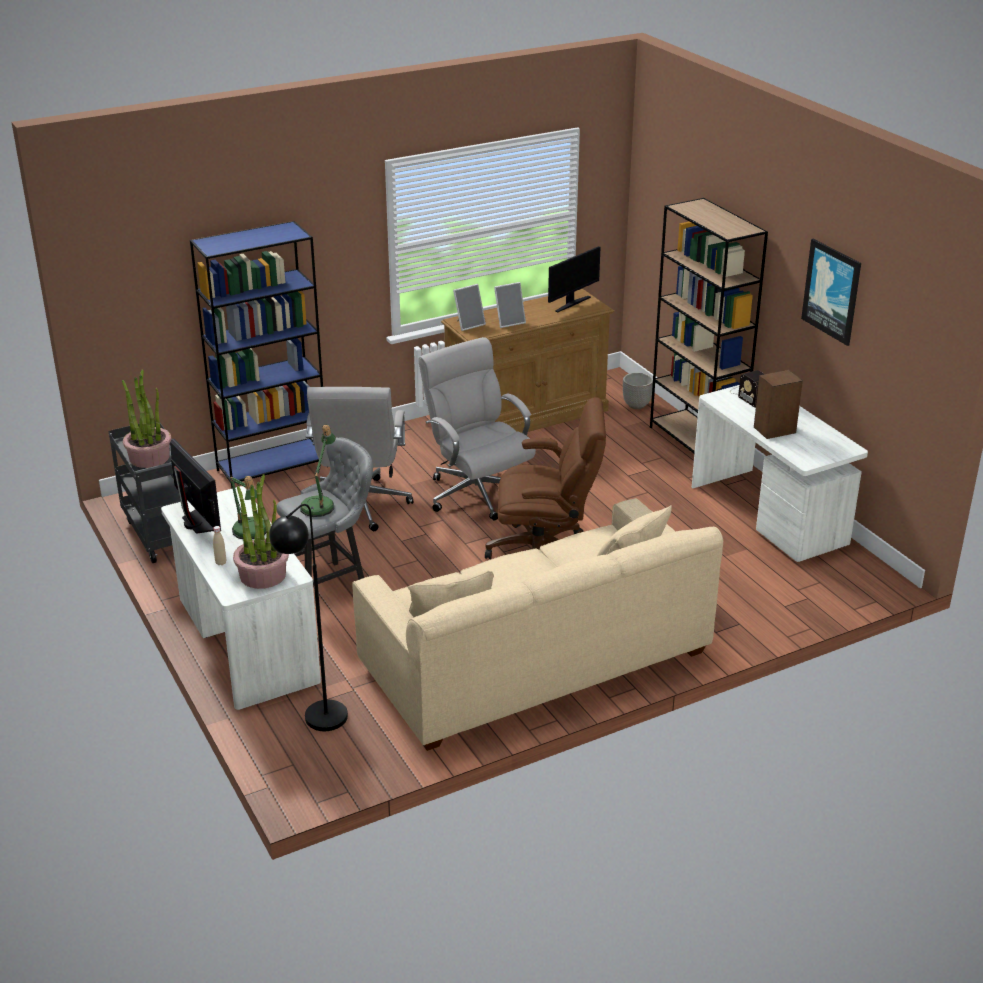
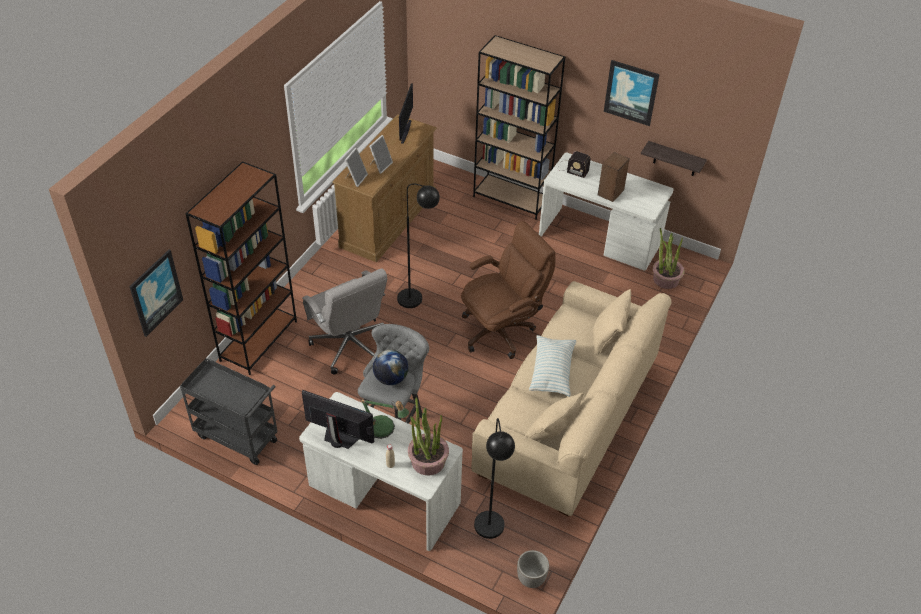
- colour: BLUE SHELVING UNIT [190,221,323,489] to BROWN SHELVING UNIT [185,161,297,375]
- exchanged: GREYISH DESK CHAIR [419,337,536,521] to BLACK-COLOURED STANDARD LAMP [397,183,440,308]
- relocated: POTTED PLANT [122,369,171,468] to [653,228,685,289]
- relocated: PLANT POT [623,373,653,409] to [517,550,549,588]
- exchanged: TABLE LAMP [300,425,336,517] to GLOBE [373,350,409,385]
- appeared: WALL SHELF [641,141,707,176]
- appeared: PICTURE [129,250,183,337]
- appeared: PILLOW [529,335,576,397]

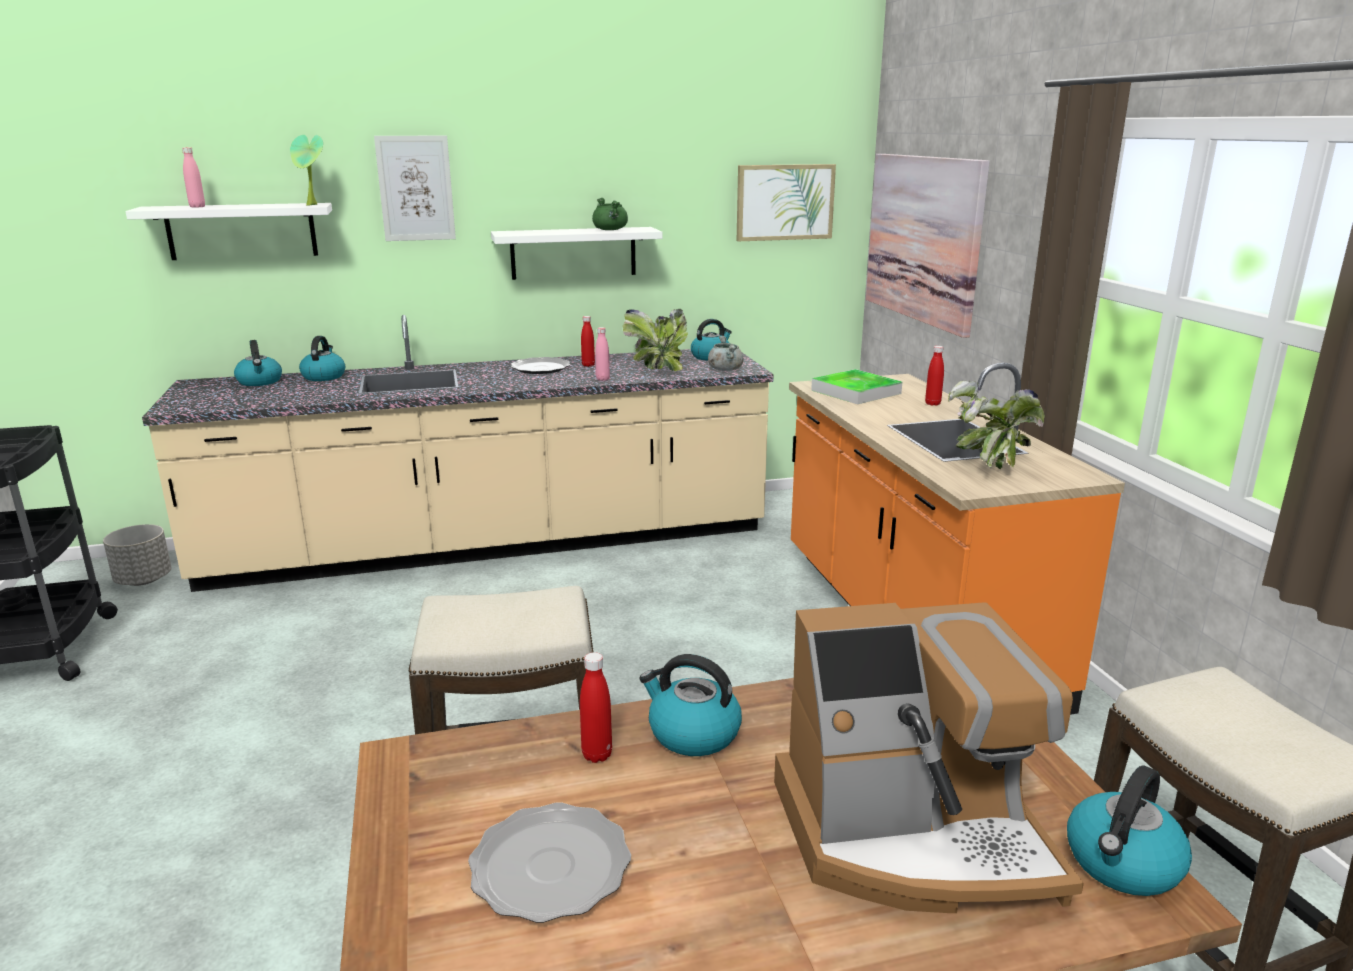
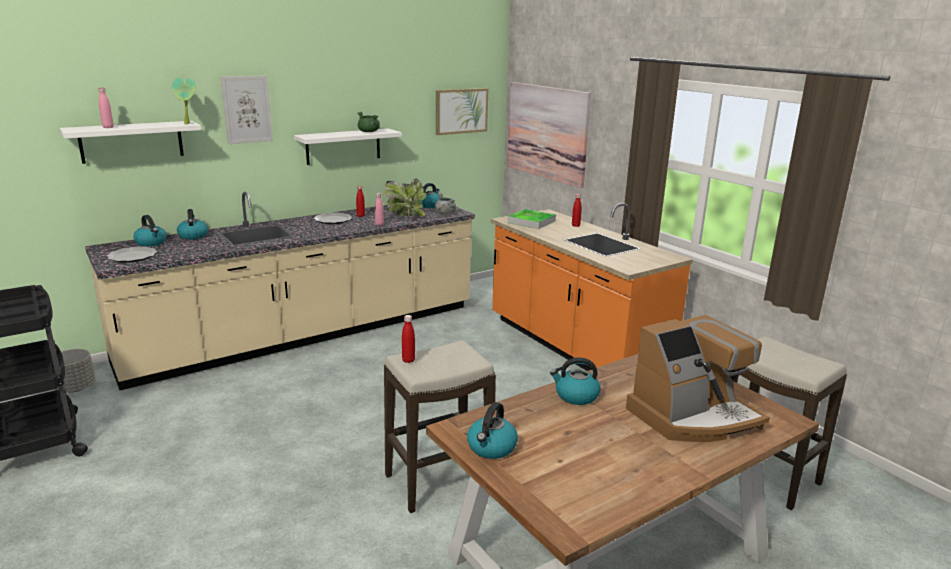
- missing: POTTED PLANT [948,380,1045,470]
- relocated: RED DRINK BOTTLE [580,652,612,763] to [402,315,415,363]
- relocated: TEA KETTLE [1067,765,1192,896] to [467,402,518,459]
- relocated: PLATE [468,803,631,923] to [107,247,157,263]

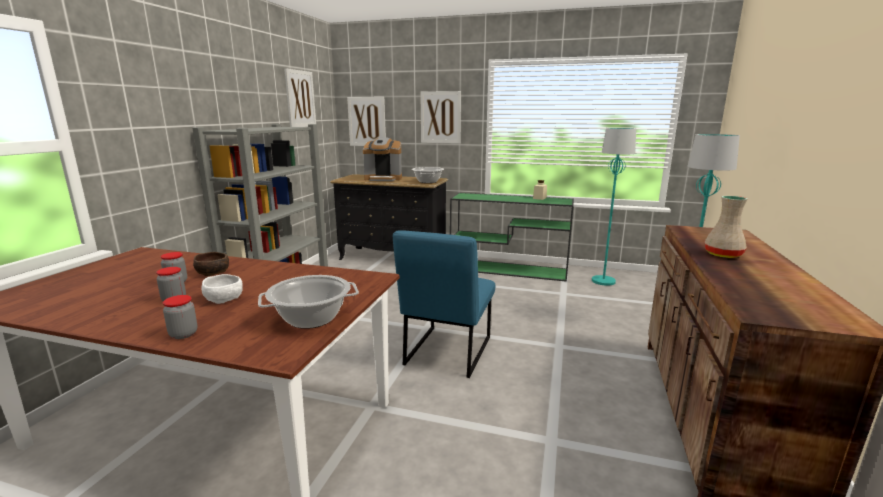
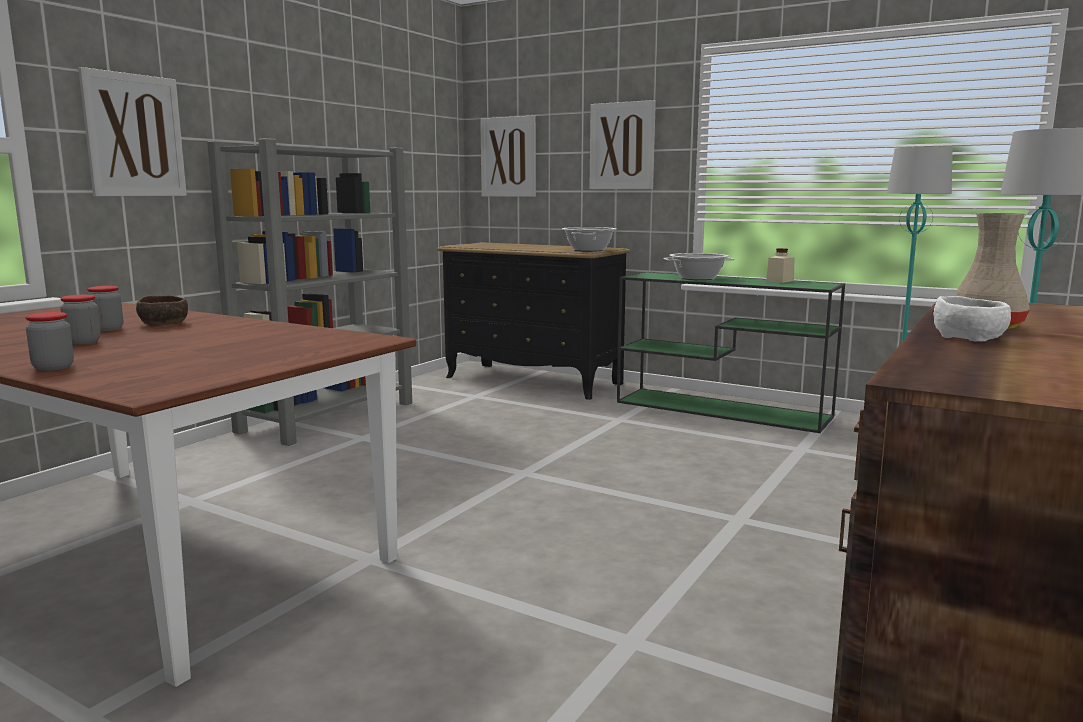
- relocated: PICTURE [284,68,316,127] to [78,67,187,196]
- missing: COFFEE MAKER [363,137,402,181]
- missing: BLUE CHAIR [393,230,495,378]
- relocated: WHITISH SERVING BOWL [202,274,243,304] to [933,296,1011,342]
- relocated: SAUCEPOT [258,275,359,329] to [663,253,735,280]

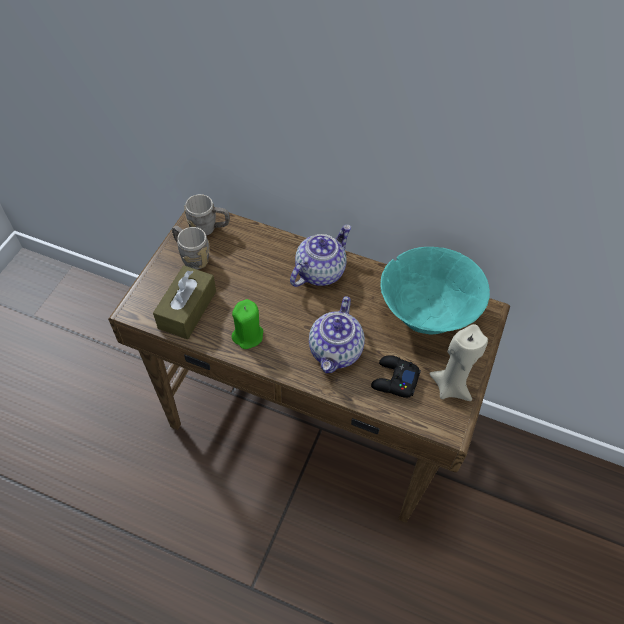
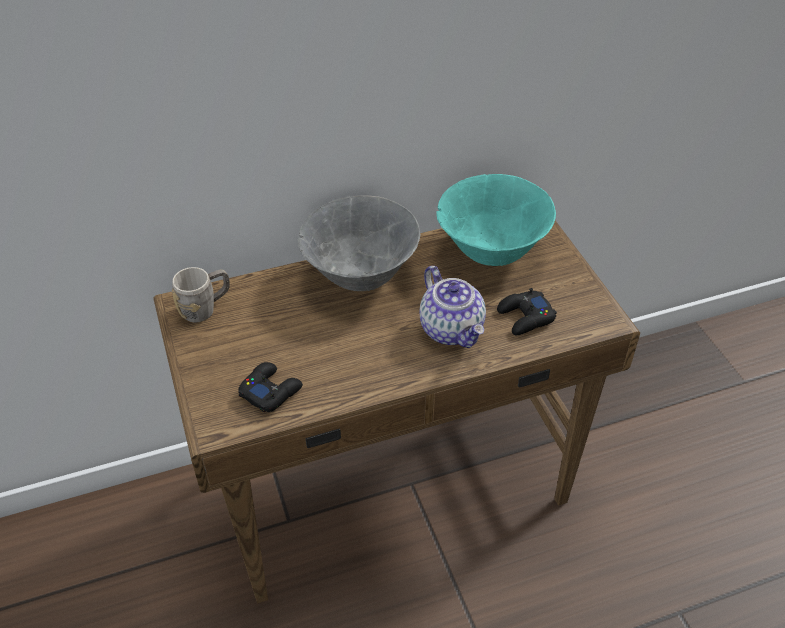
- exchanged: TEA POT [290,225,351,287] to GREYISH SERVING BOWL [298,195,420,291]
- missing: GREYISH TEA MUG [172,226,210,270]
- exchanged: BROWN BOX OF TISSUES [153,265,216,339] to BLACK-COLOURED GAME CONTROLLER [238,362,303,413]
- missing: GREEN CANDLE [231,299,263,349]
- missing: BEIGE CANDLE [430,324,488,401]

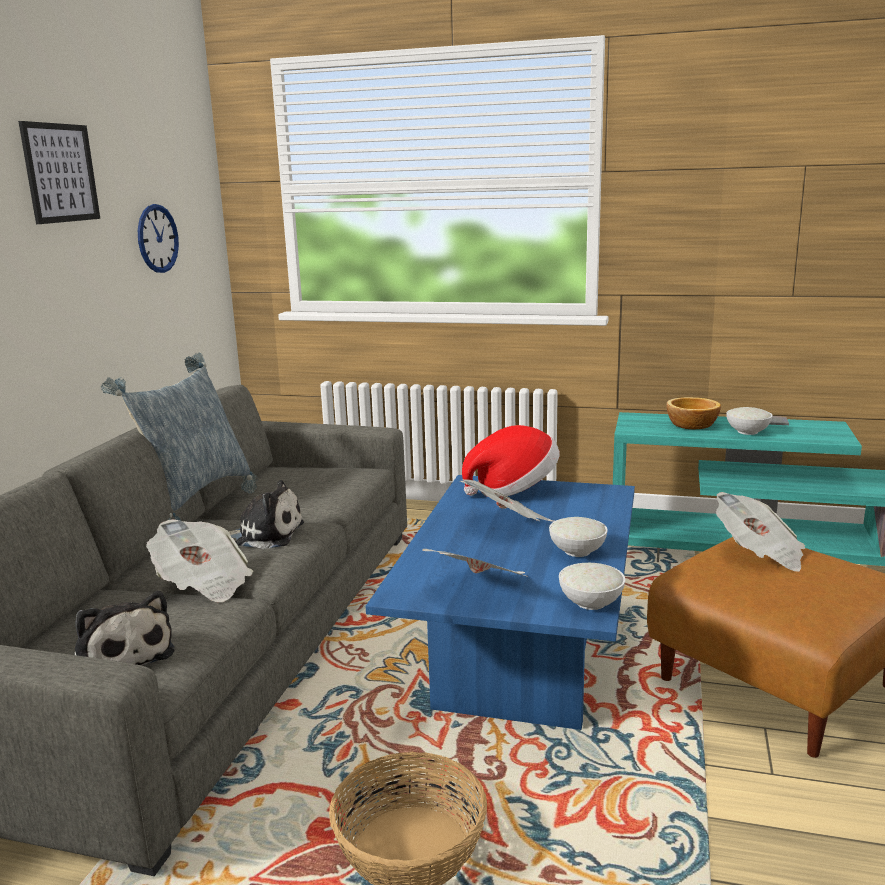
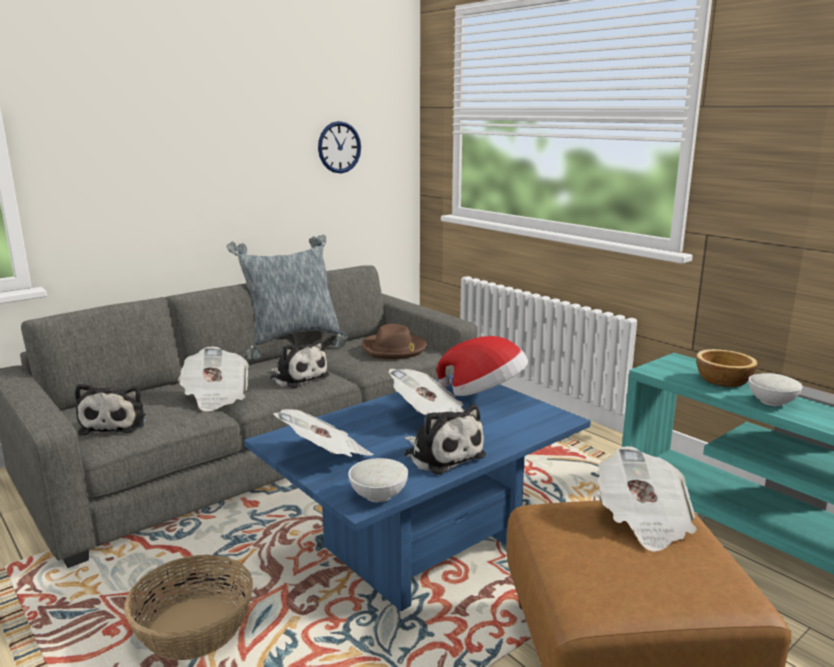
- missing: PICTURE [18,121,100,224]
- exchanged: WHITISH SERVING BOWL [549,517,608,557] to PLUSH TOY [405,404,486,475]
- appeared: BROWN WEARABLE HAT [362,324,427,359]

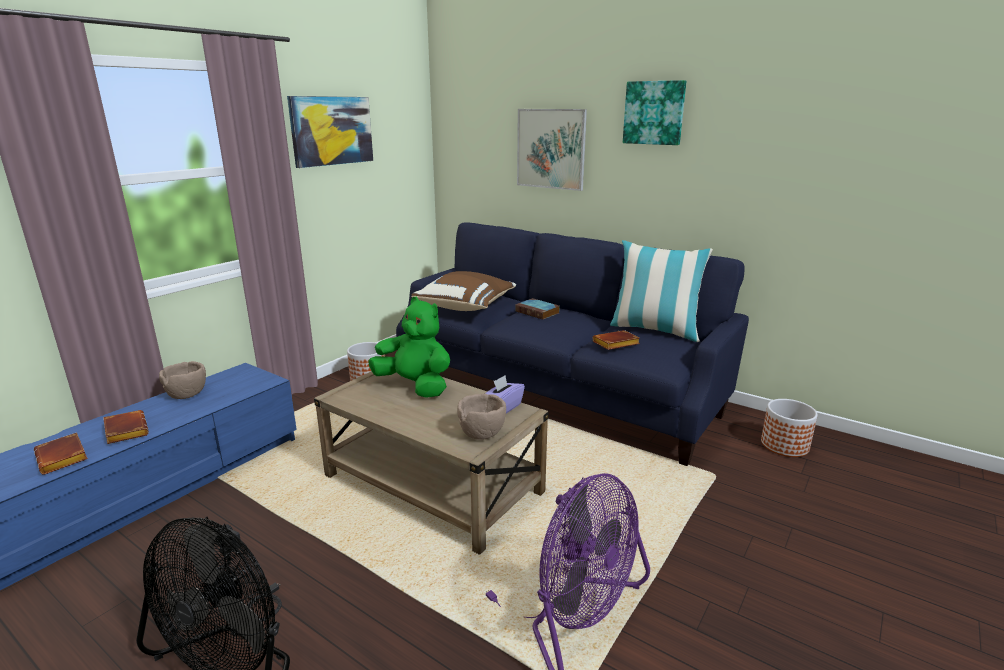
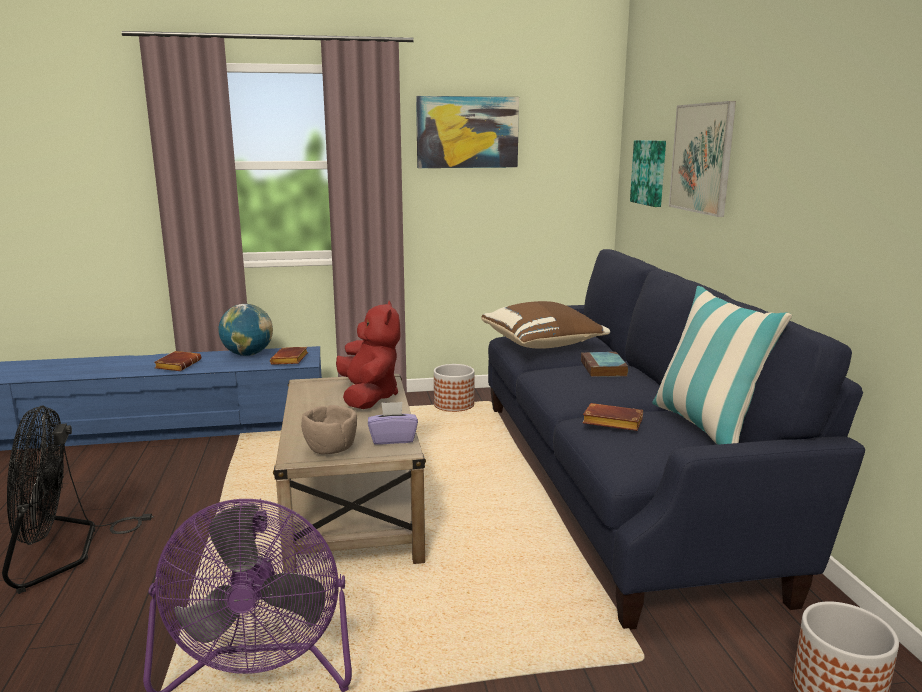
- relocated: PICTURE [623,80,686,145] to [630,140,666,207]
- colour: GREEN PLUSH TOY [368,297,450,398] to RED PLUSH TOY [336,301,400,409]
- exchanged: BROWN SERVING BOWL [159,361,206,399] to GLOBE [219,304,273,356]
- relocated: BROWN BOUND BOOK [34,432,88,475] to [270,347,308,365]

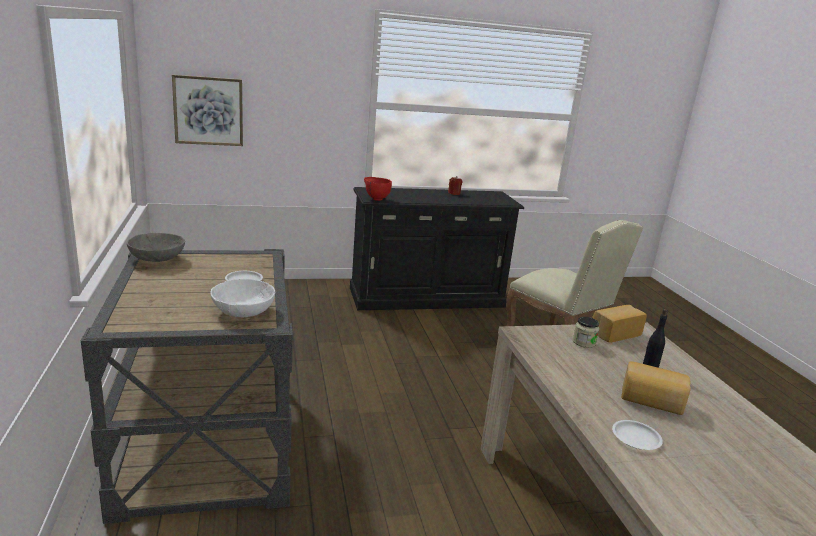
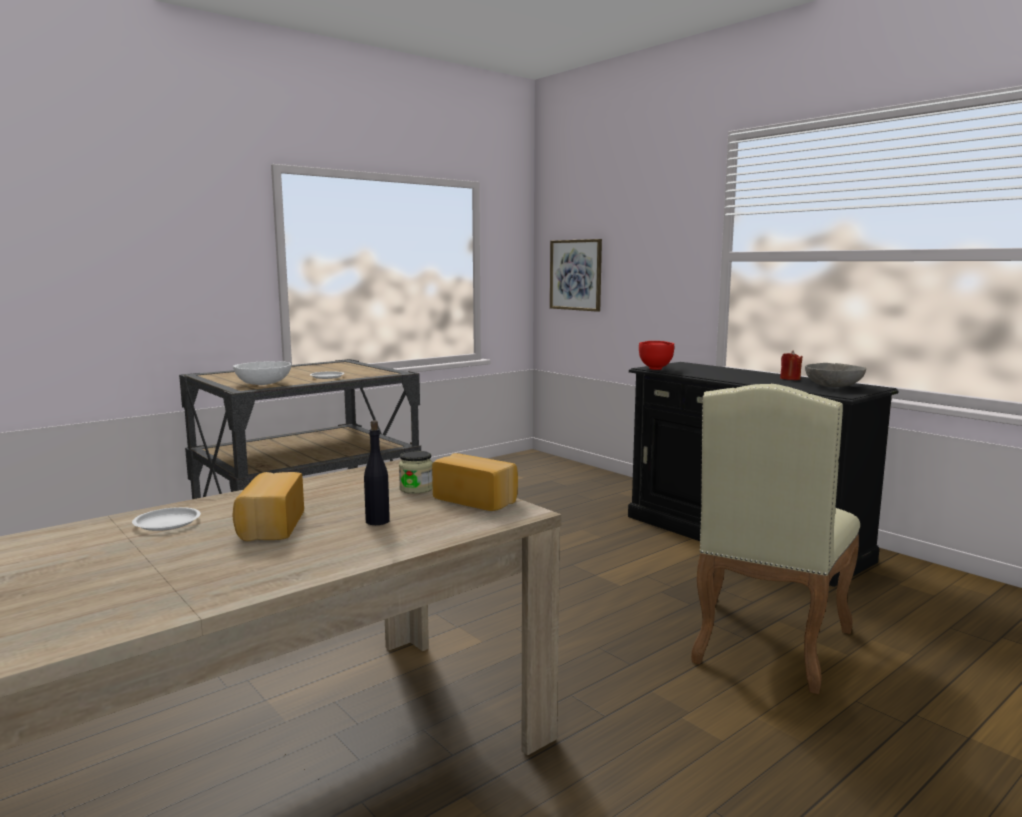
- relocated: GREYISH SERVING BOWL [127,233,185,262] to [805,363,866,387]

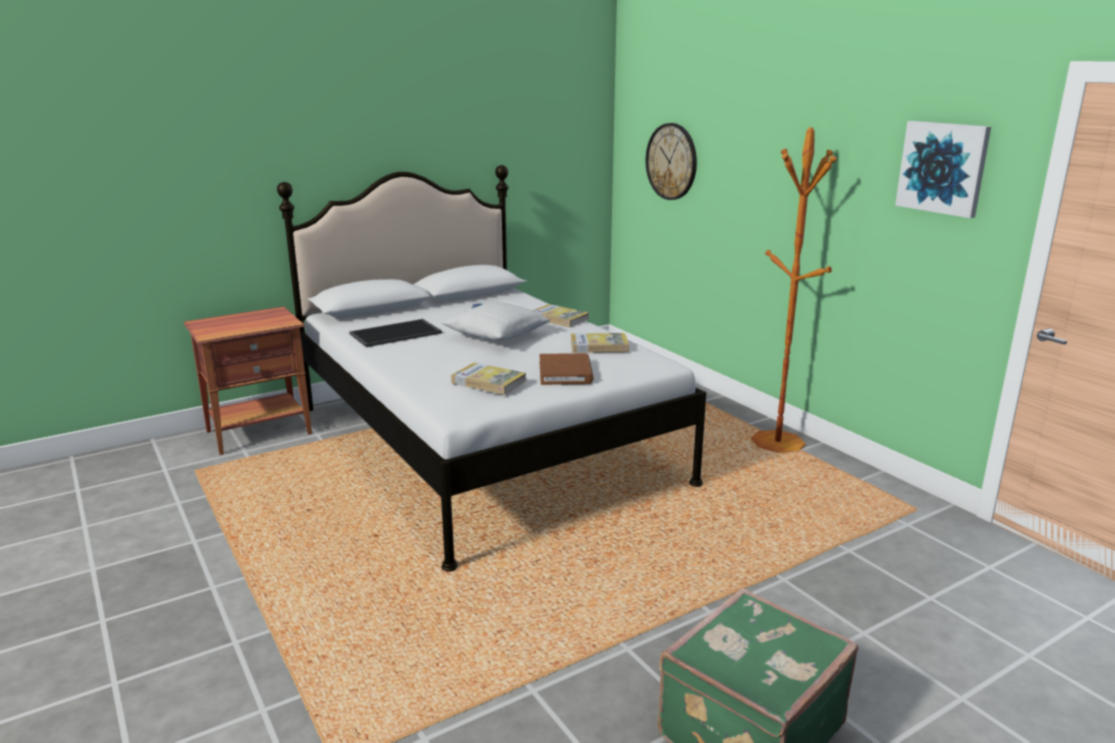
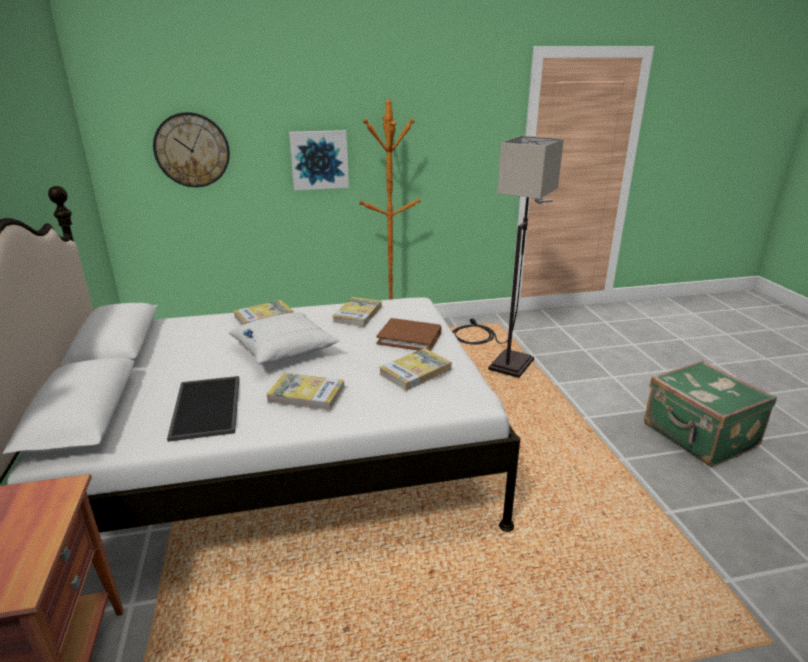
- relocated: PICTURE [895,121,991,218] to [289,130,349,190]
- appeared: STANDARD LAMP [452,136,564,378]
- appeared: BOUND BOOK [266,373,344,411]

